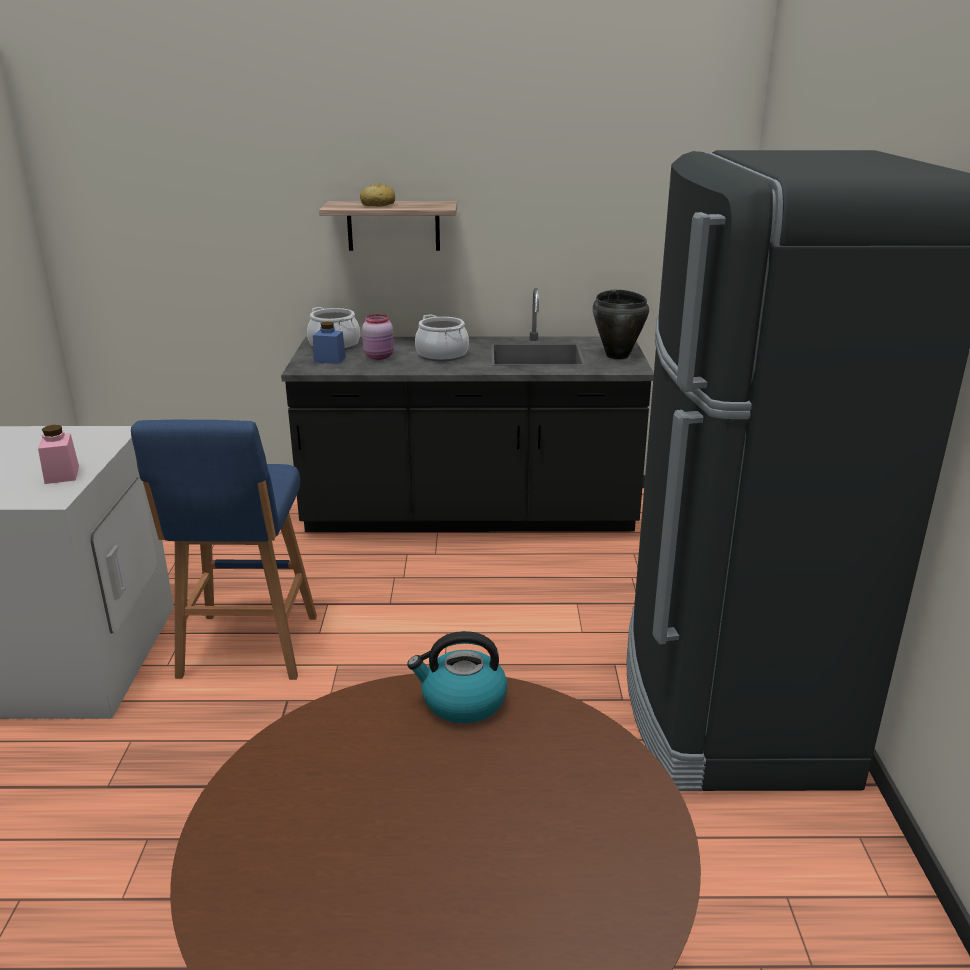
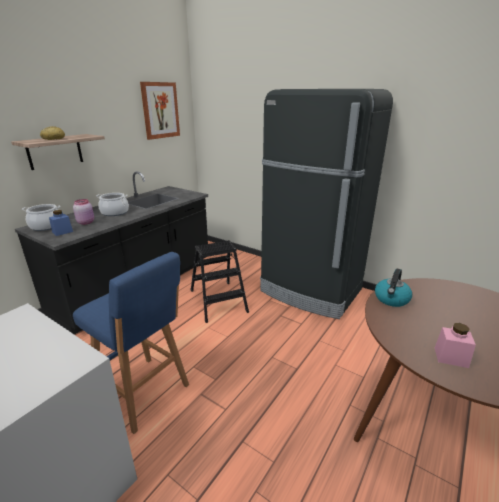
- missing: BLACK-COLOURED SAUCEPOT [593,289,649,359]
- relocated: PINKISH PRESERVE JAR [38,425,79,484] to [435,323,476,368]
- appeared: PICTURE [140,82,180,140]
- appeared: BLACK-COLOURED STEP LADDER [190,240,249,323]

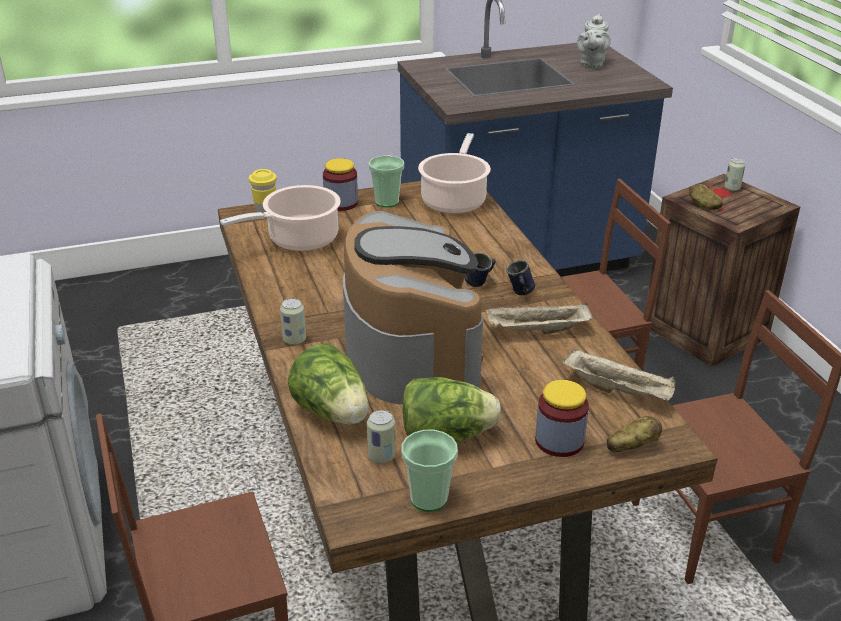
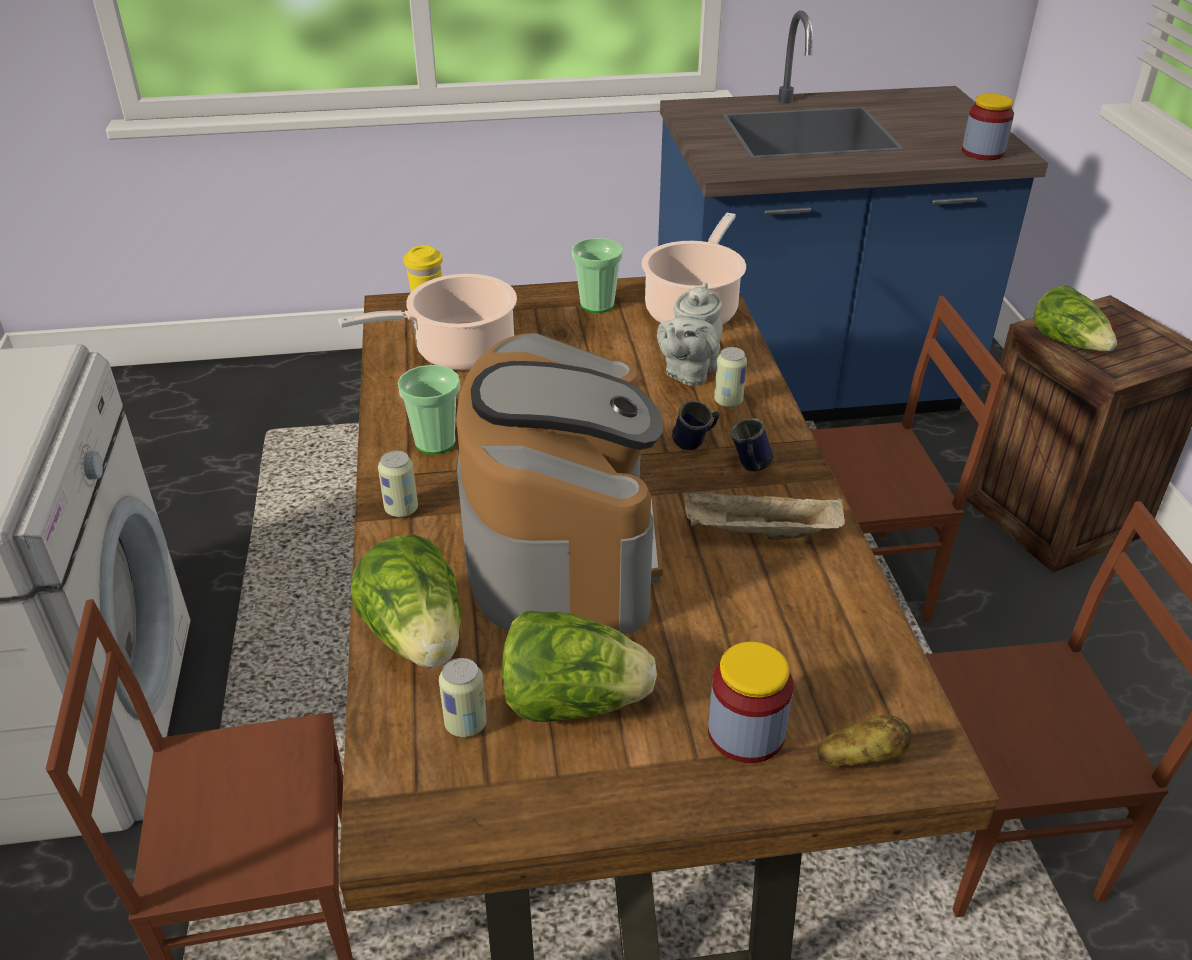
- relocated: GREYISH TEA POT [577,14,611,68] to [657,283,723,386]
- relocated: PRESERVE JAR [323,158,358,211] to [962,94,1014,160]
- relocated: SEALED CAN [724,158,745,191] to [714,347,747,407]
- exchanged: POTATO [689,184,723,210] to LETTUCE [1034,285,1117,351]
- missing: BEIGE SERVING TRAY [562,349,676,401]
- relocated: DRINKING CUP [401,430,458,512] to [398,365,460,454]

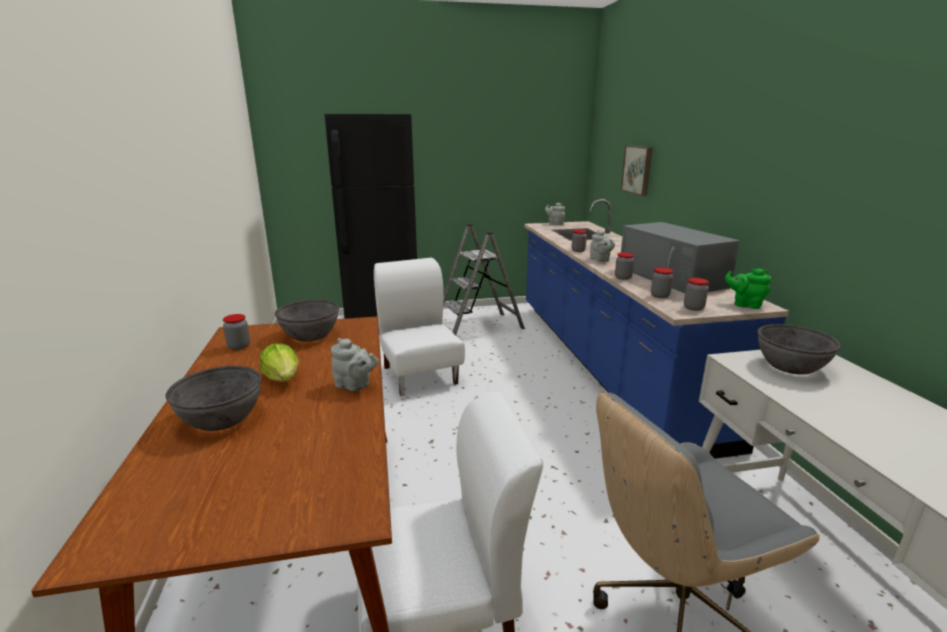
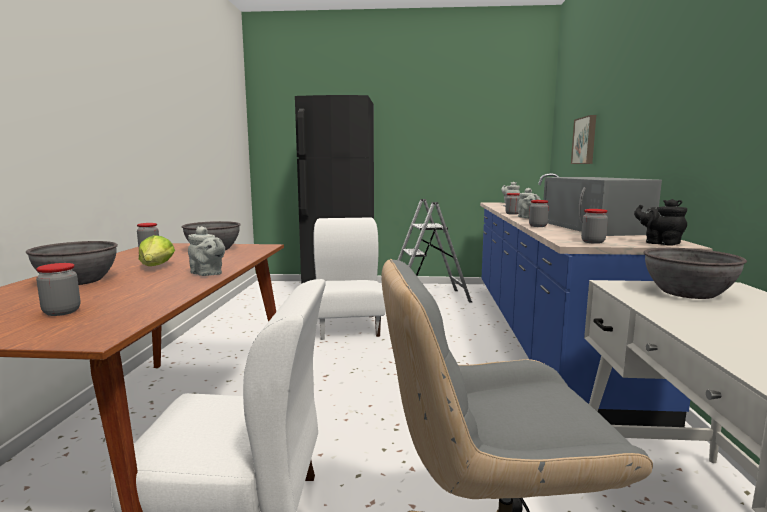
- relocated: PRESERVE JAR [651,268,673,298] to [36,263,80,316]
- colour: GREEN TEA POT [725,268,771,309] to BLACK-COLOURED TEA POT [634,199,687,245]

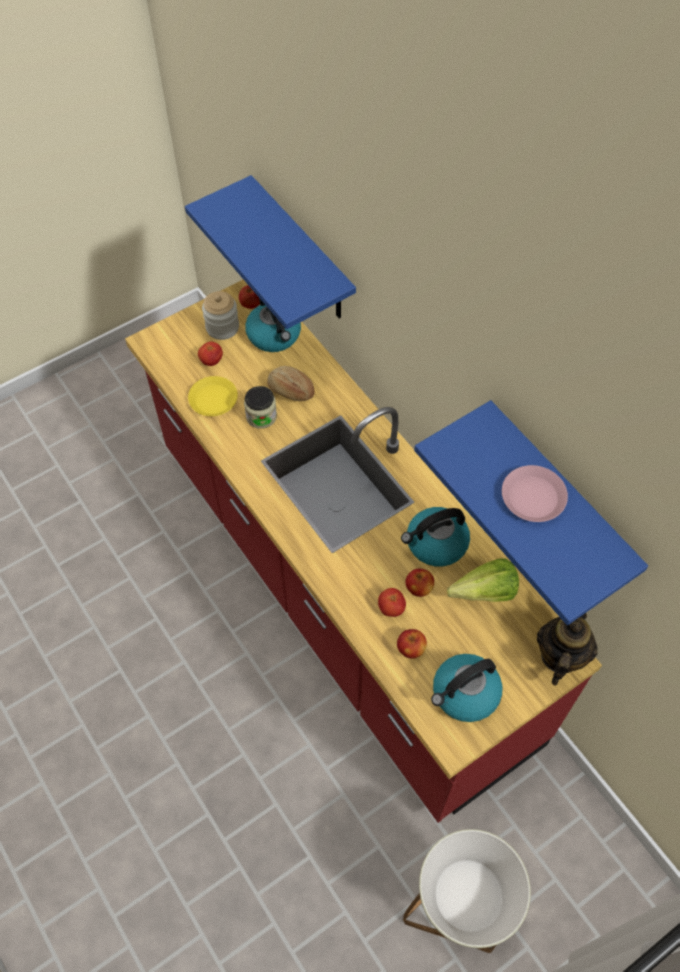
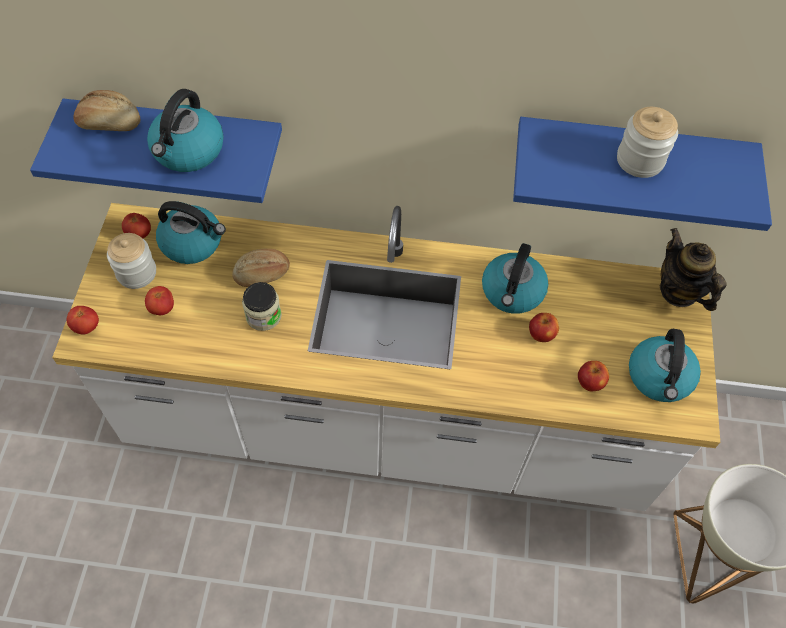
- colour: RED COUNTER [125,279,602,823] to WHITISH COUNTER [52,203,720,511]
- missing: YELLOW-COLOURED PLATE [188,376,238,416]
- exchanged: PINKISH PLATE [502,465,568,522] to PRESERVE JAR [617,107,678,178]
- missing: LETTUCE [447,558,519,602]
- relocated: WHOLE TOMATO [378,588,406,617] to [67,306,99,335]
- appeared: TEA KETTLE [147,89,224,172]
- appeared: BREAD [73,90,140,131]

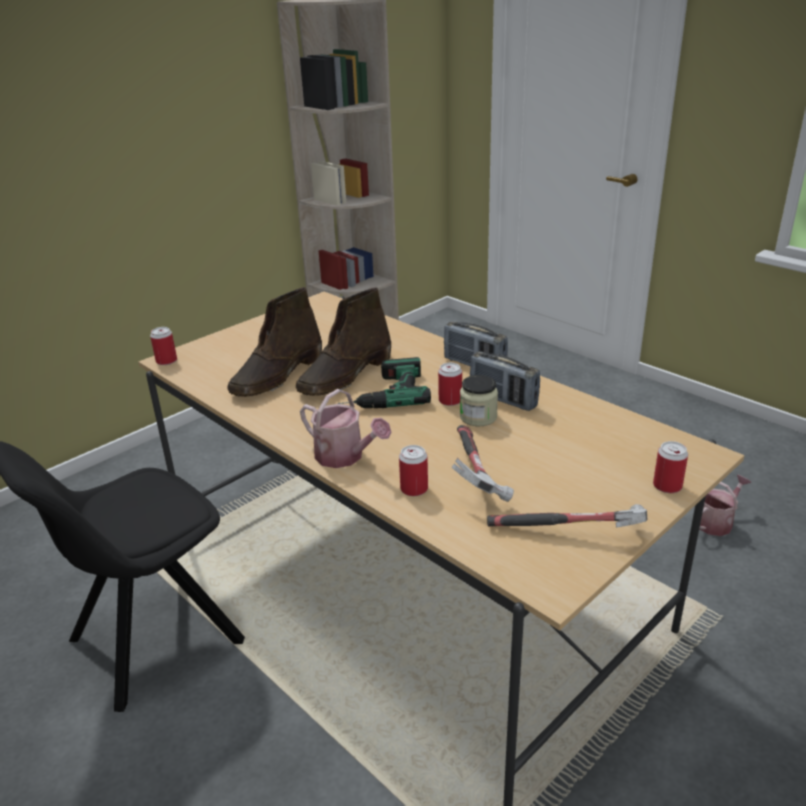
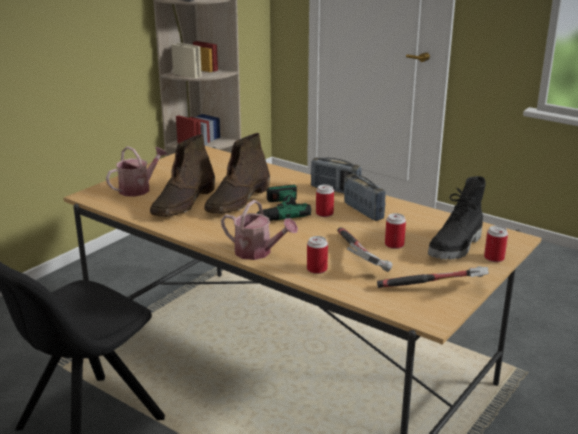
- relocated: SEALED CAN [150,327,177,365] to [385,213,406,249]
- spun: RADIO SET [470,351,540,411] = [344,173,386,221] 150 degrees counterclockwise
- missing: PRESERVE JAR [460,375,498,426]
- relocated: WATERING CAN [699,475,751,536] to [106,146,167,197]
- appeared: BLACK-COLOURED HIGH-TOP BOOT [428,176,486,260]

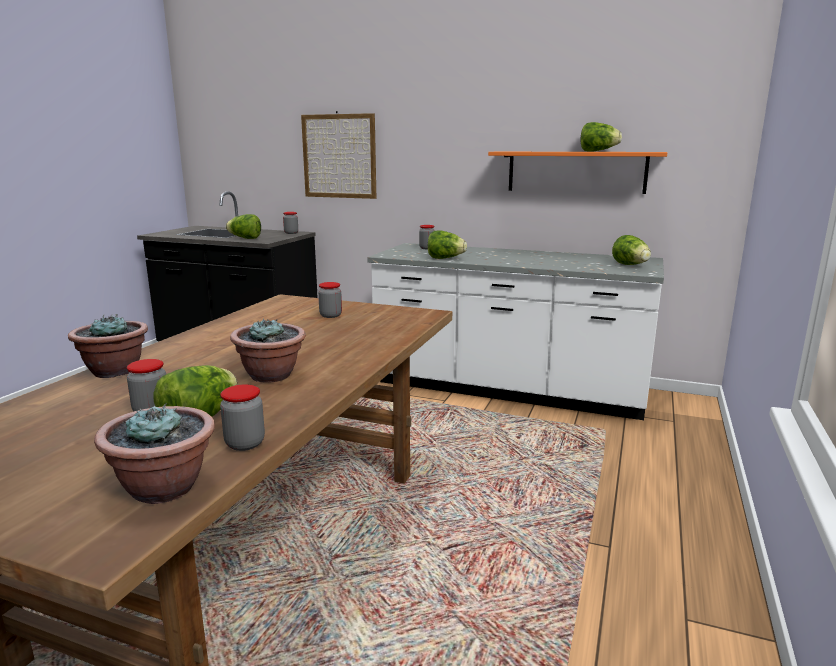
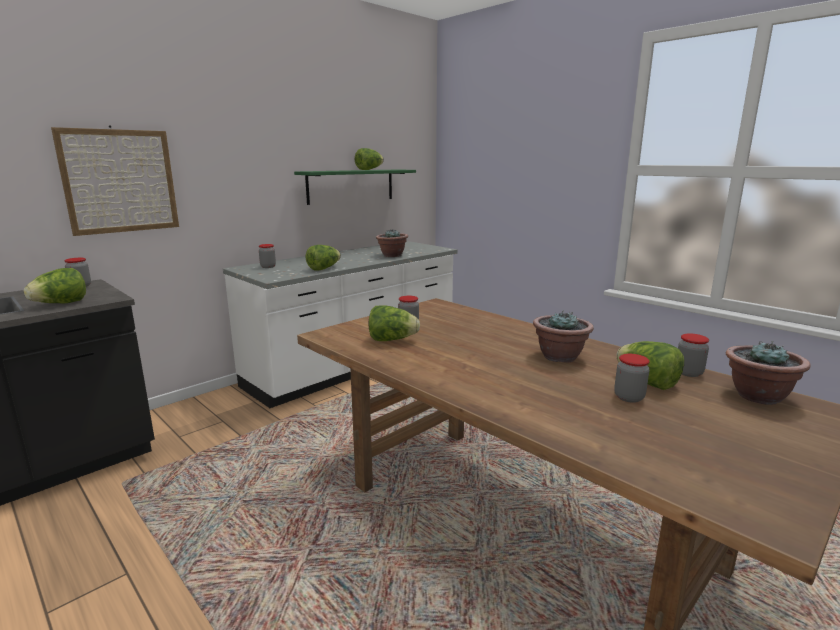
- colour: ORANGE-COLOURED WALL SHELF [488,152,667,194] to GREEN WALL SHELF [294,169,416,205]
- relocated: LETTUCE [612,235,651,265] to [369,305,420,341]
- relocated: POTTED PLANT [68,314,148,378] to [376,229,408,257]

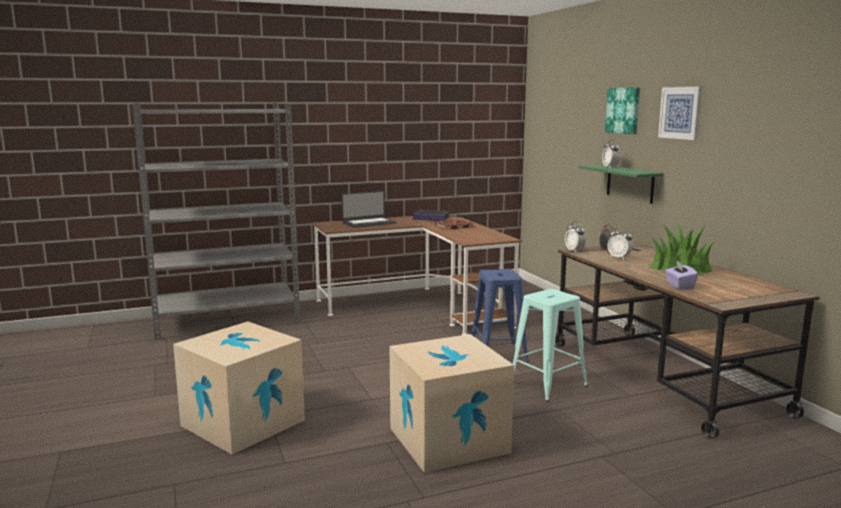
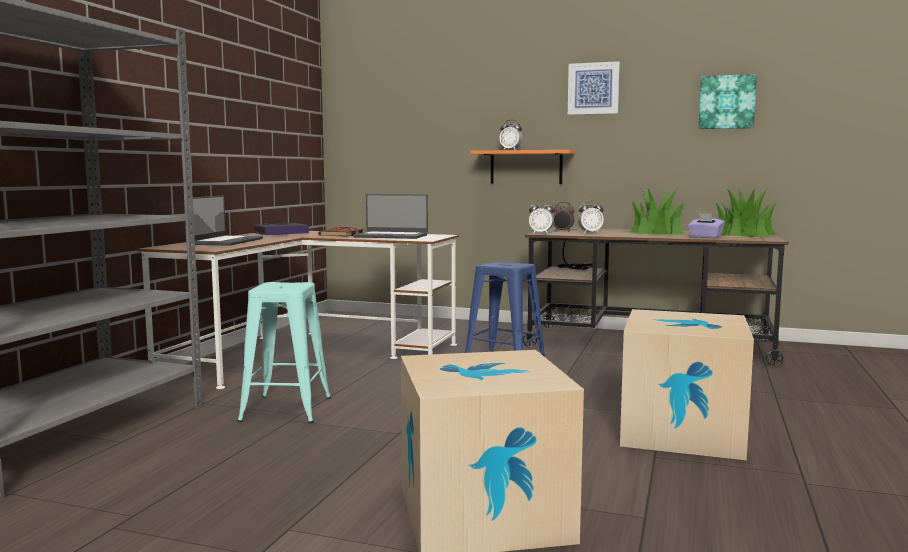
- relocated: PICTURE [605,87,640,134] to [699,74,757,129]
- colour: GREEN WALL SHELF [579,164,663,204] to ORANGE-COLOURED WALL SHELF [470,150,575,184]
- relocated: TURQUOISE STOOL [513,289,588,402] to [237,282,331,423]
- appeared: POTTED PLANT [716,189,776,237]
- appeared: NOTEBOOK COMPUTER [353,194,428,239]

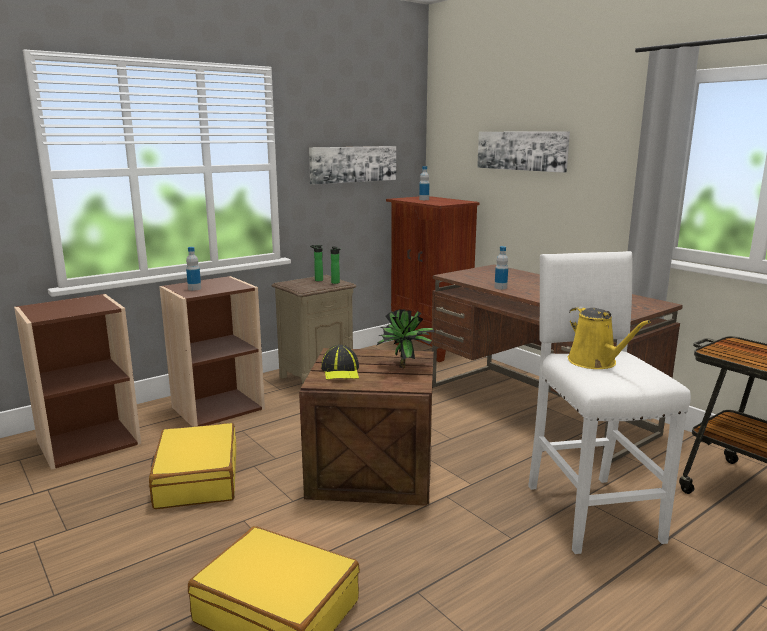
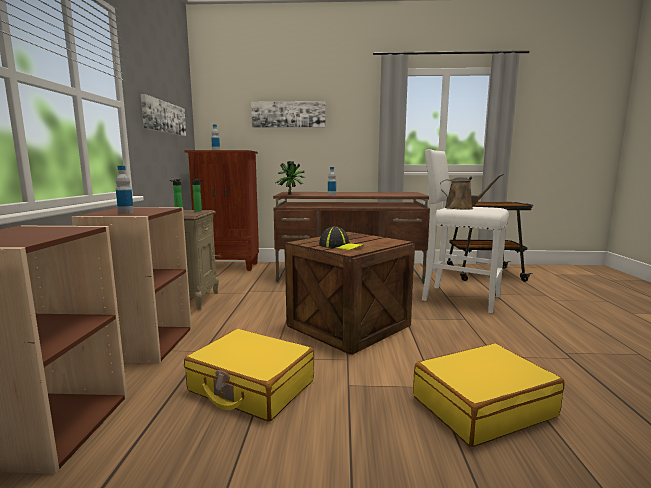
- colour: YELLOW-COLOURED WATERING CAN [568,306,651,369] to BROWN WATERING CAN [440,173,504,210]
- relocated: POTTED PLANT [377,309,435,368] to [277,161,305,195]

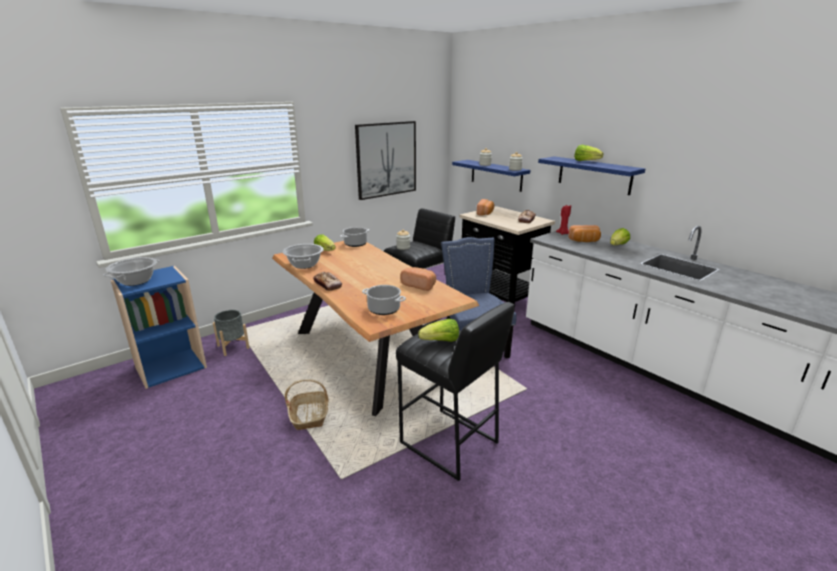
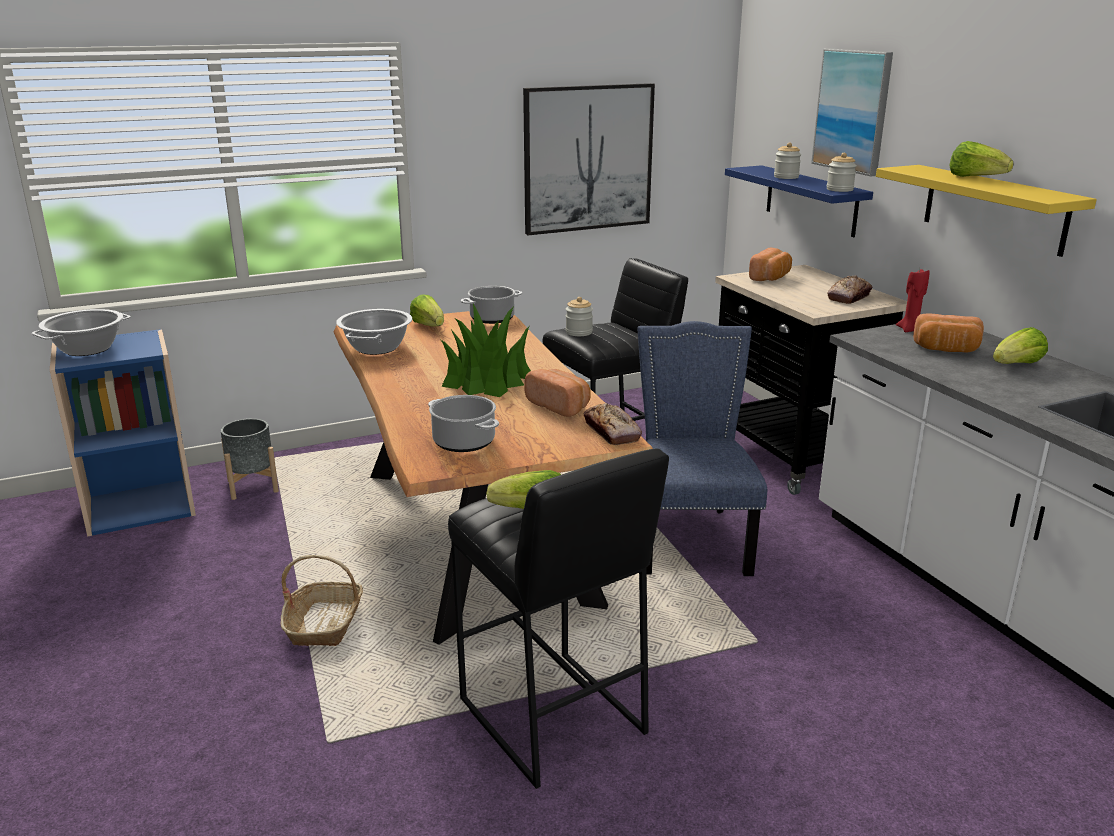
- colour: BLUE WALL SHELF [538,156,645,195] to YELLOW-COLOURED WALL SHELF [876,165,1097,257]
- relocated: BREAD [313,272,342,291] to [584,403,642,445]
- appeared: PICTURE [811,49,893,176]
- appeared: POTTED PLANT [441,304,531,397]

